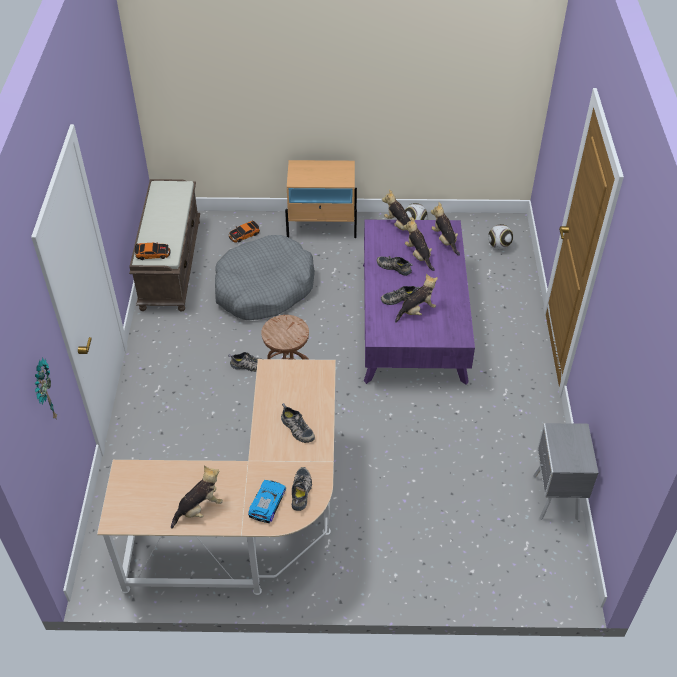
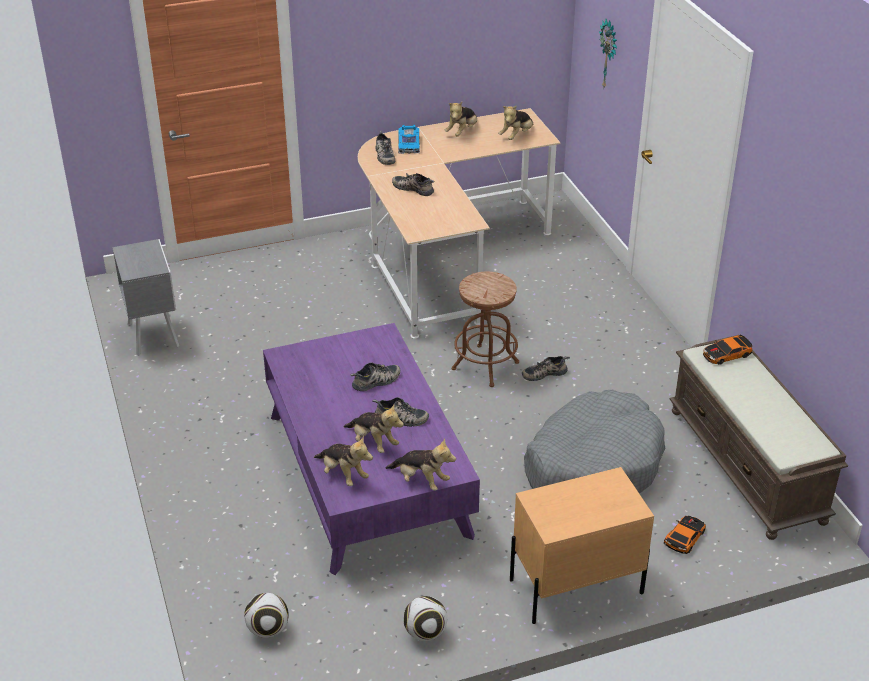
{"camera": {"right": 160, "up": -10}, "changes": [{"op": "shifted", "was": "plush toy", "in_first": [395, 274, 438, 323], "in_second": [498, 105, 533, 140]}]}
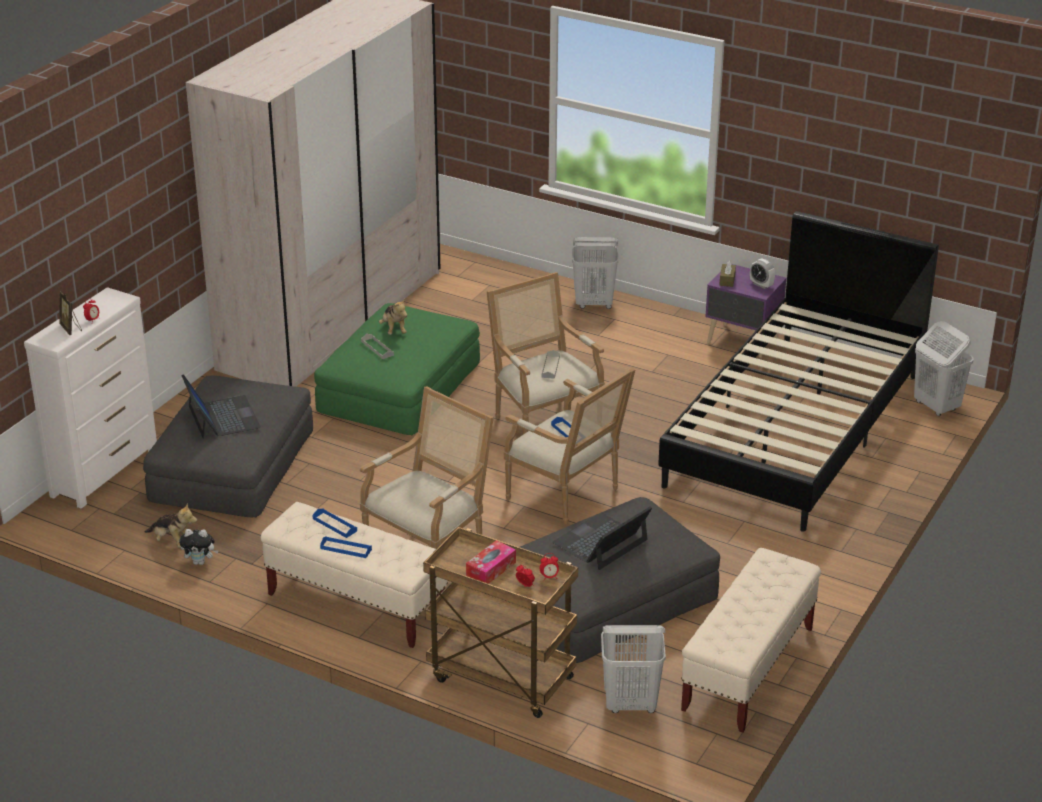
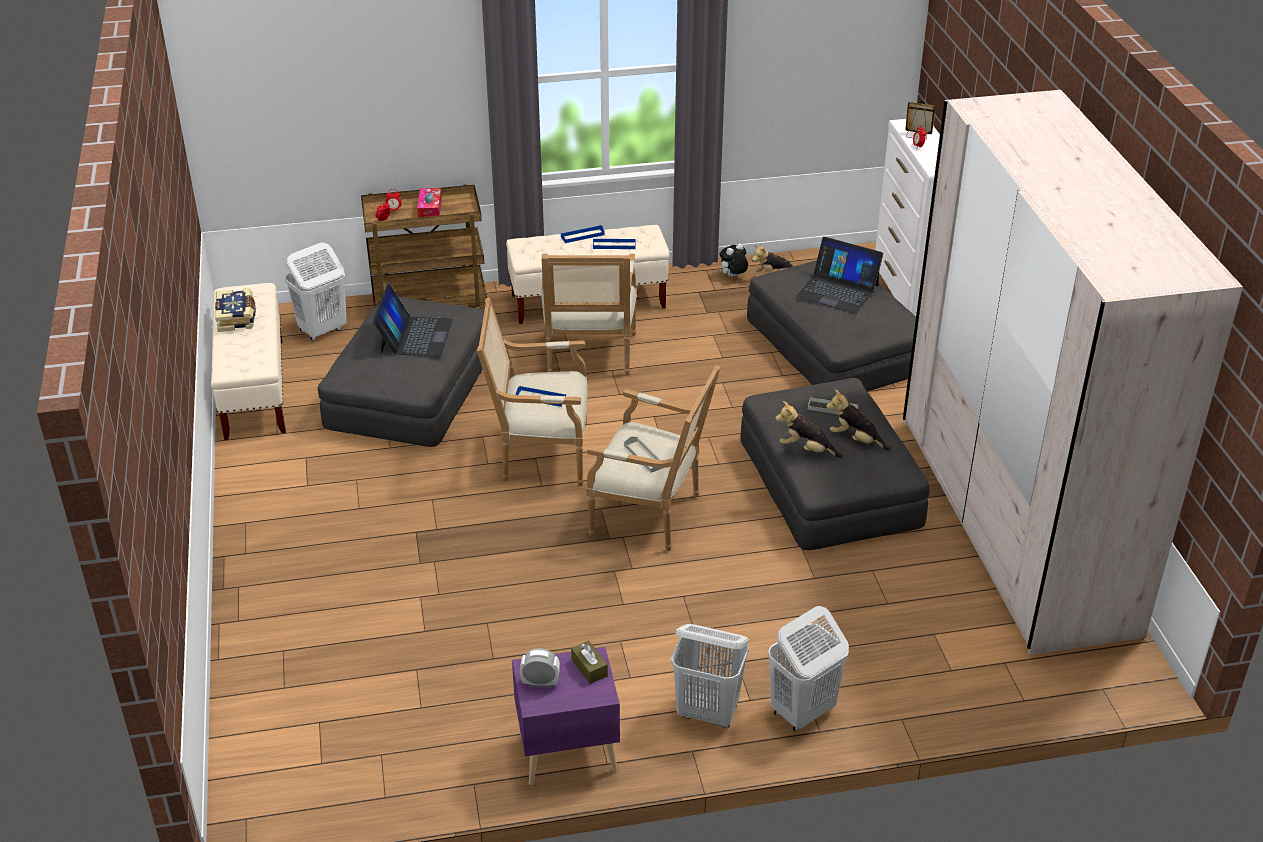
{"camera": {"right": 140, "up": 5}, "changes": [{"op": "repainted", "was": "green ottoman", "now": "grey ottoman", "in_first": [314, 303, 480, 435], "in_second": [741, 378, 929, 550]}, {"op": "gone", "was": "black bed", "in_first": [658, 211, 939, 532]}, {"op": "shifted", "was": "white laundry basket", "in_first": [914, 321, 974, 416], "in_second": [671, 624, 749, 728]}, {"op": "new", "now": "book", "in_second": [215, 288, 256, 332]}, {"op": "new", "now": "plush toy", "in_second": [775, 401, 843, 458]}]}
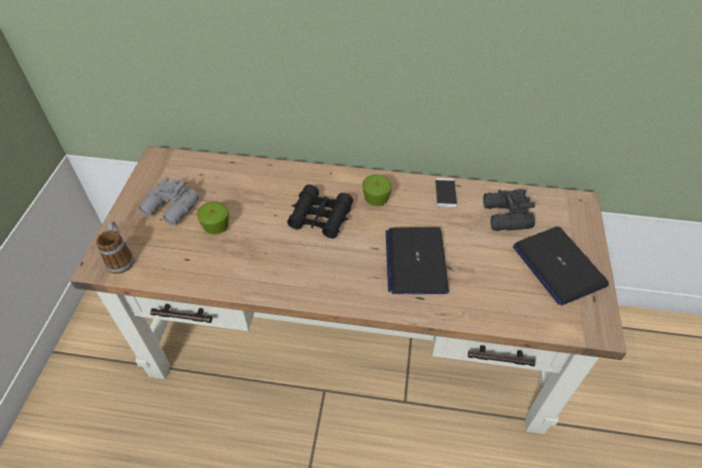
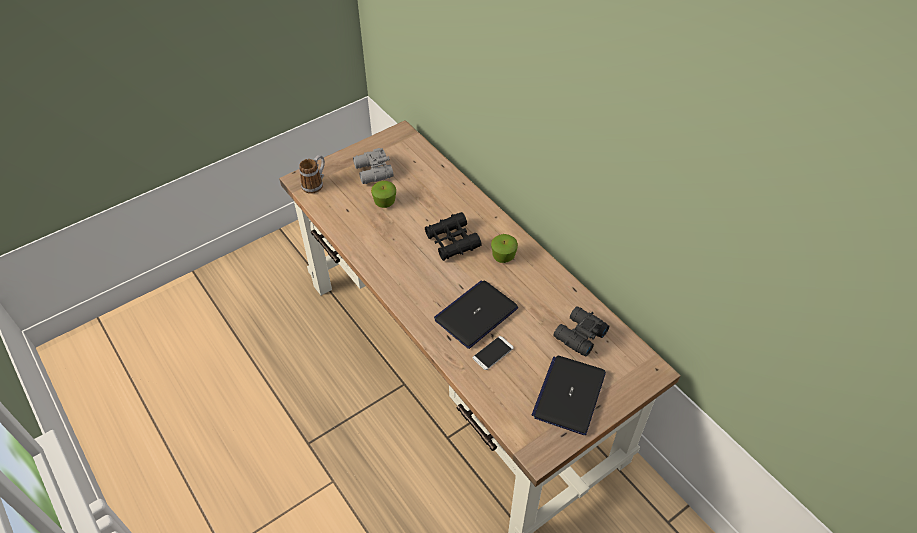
{"camera": {"right": 45, "up": 0}, "changes": [{"op": "shifted", "was": "phone", "in_first": [435, 178, 457, 207], "in_second": [473, 336, 514, 370]}]}
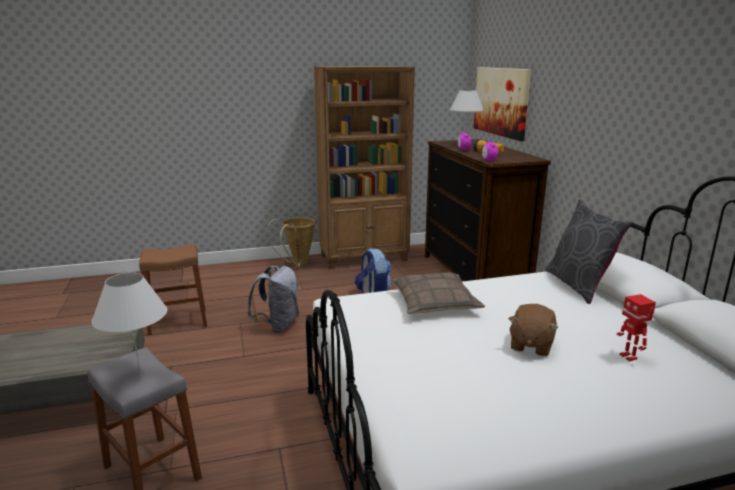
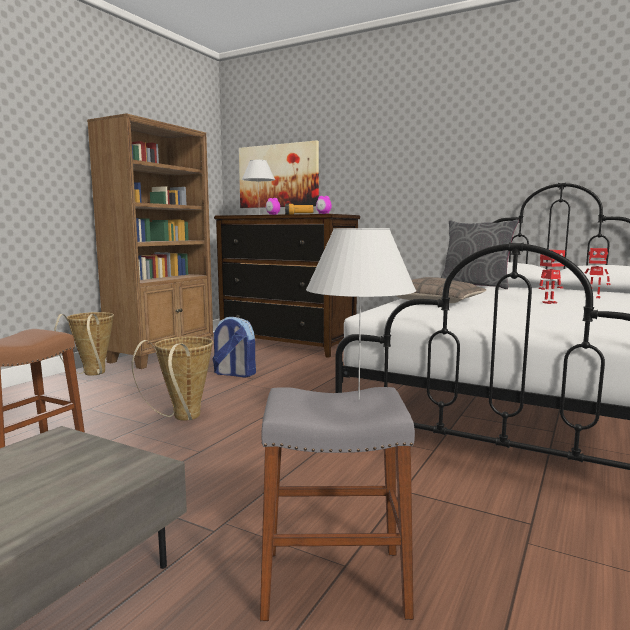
{"camera": {"right": -45, "up": -10}, "changes": [{"op": "swapped", "was": "grey backpack", "now": "basket", "in_first": [247, 266, 299, 333], "in_second": [132, 337, 213, 421]}, {"op": "swapped", "was": "brown plush toy", "now": "toy robot", "in_first": [508, 304, 558, 356], "in_second": [539, 250, 565, 304]}]}
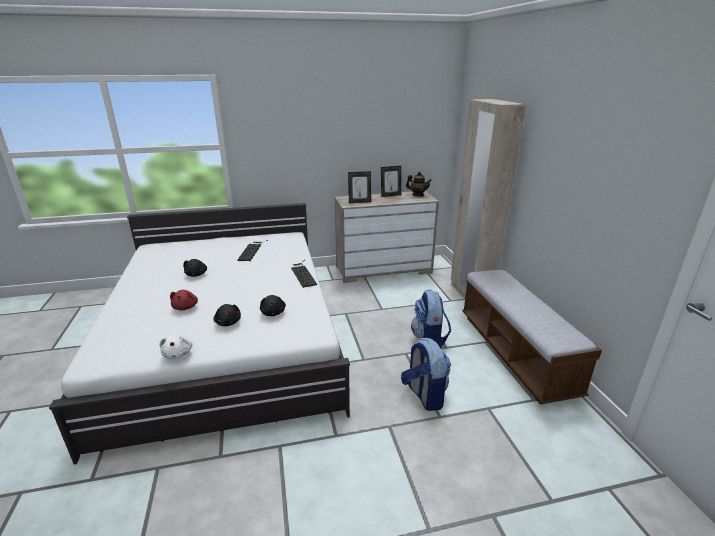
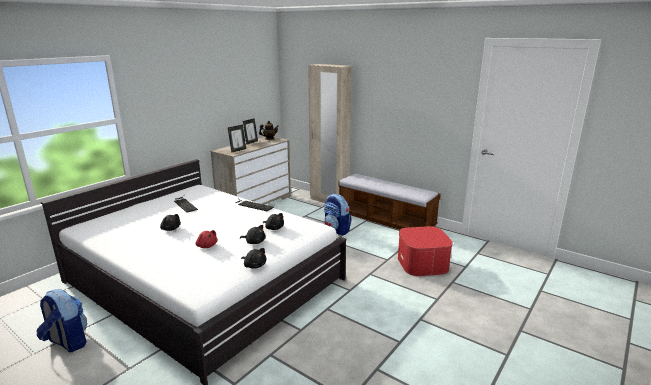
{"camera": {"right": -40, "up": -5}, "changes": [{"op": "repainted", "was": "white plush toy", "now": "black plush toy", "in_first": [160, 333, 193, 359], "in_second": [241, 248, 266, 269]}, {"op": "shifted", "was": "backpack", "in_first": [401, 338, 451, 411], "in_second": [37, 289, 87, 352]}, {"op": "new", "now": "ottoman", "in_second": [398, 226, 453, 276]}]}
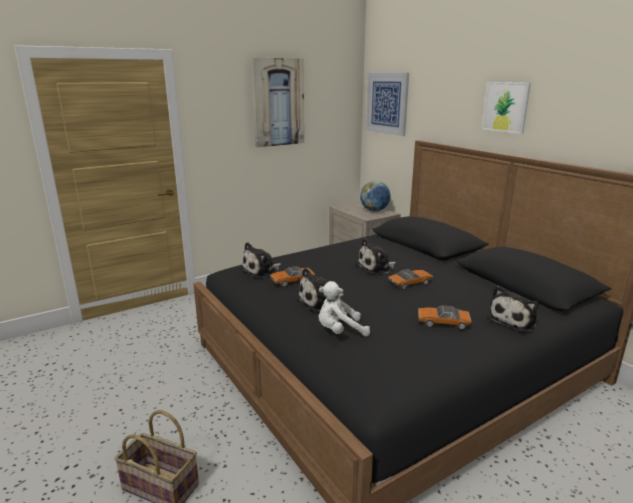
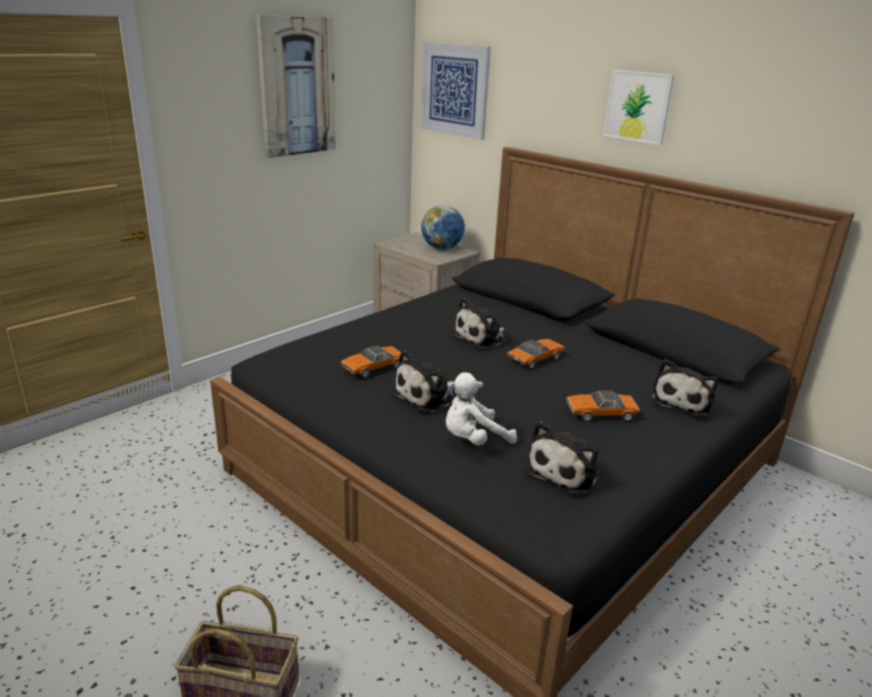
{"camera": {"right": -15, "up": 5}, "changes": [{"op": "shifted", "was": "plush toy", "in_first": [241, 242, 281, 278], "in_second": [525, 421, 599, 495]}]}
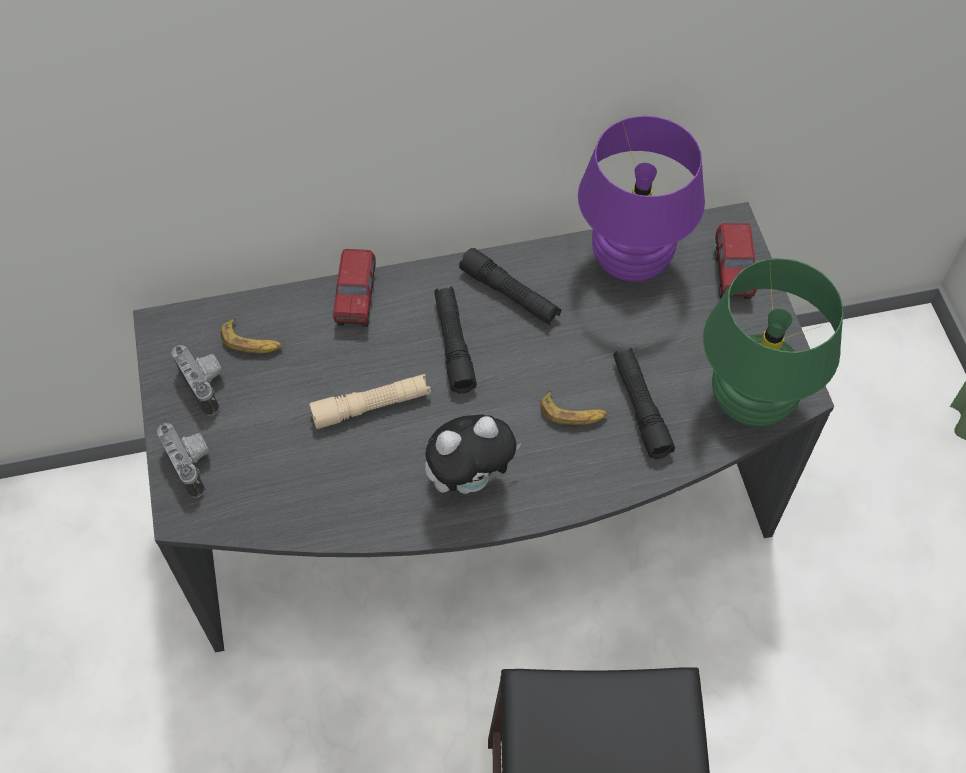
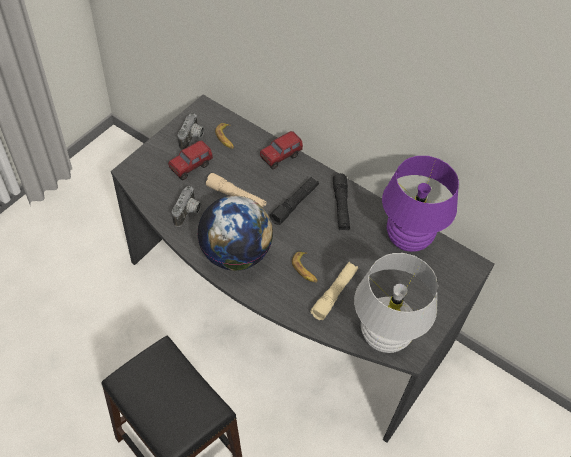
{"camera": {"right": 45, "up": -5}, "changes": [{"op": "shifted", "was": "photo camera", "in_first": [157, 423, 210, 498], "in_second": [172, 186, 201, 227]}, {"op": "swapped", "was": "plush toy", "now": "globe", "in_first": [425, 414, 522, 494], "in_second": [198, 196, 273, 271]}, {"op": "repainted", "was": "black flashlight", "now": "beige flashlight", "in_first": [613, 348, 675, 459], "in_second": [310, 262, 358, 320]}, {"op": "repainted", "was": "green table lamp", "now": "white table lamp", "in_first": [703, 258, 843, 426], "in_second": [354, 253, 438, 353]}, {"op": "shifted", "was": "toy truck", "in_first": [715, 223, 757, 299], "in_second": [168, 140, 213, 180]}]}
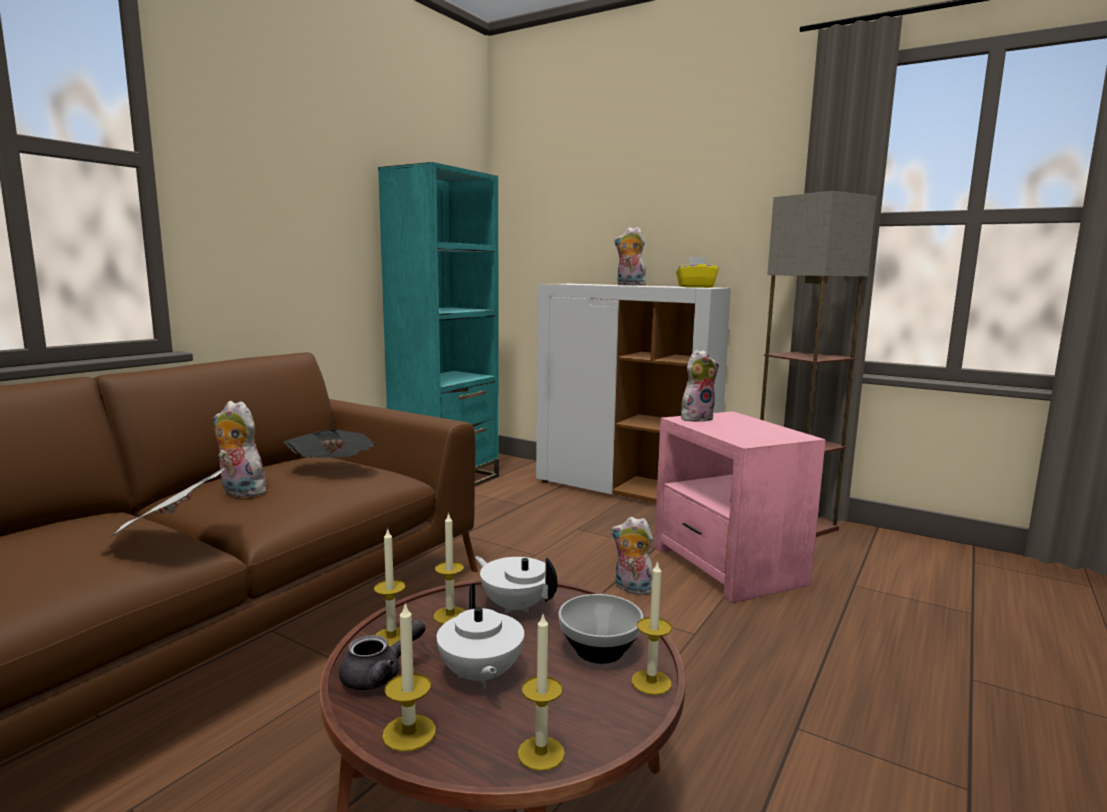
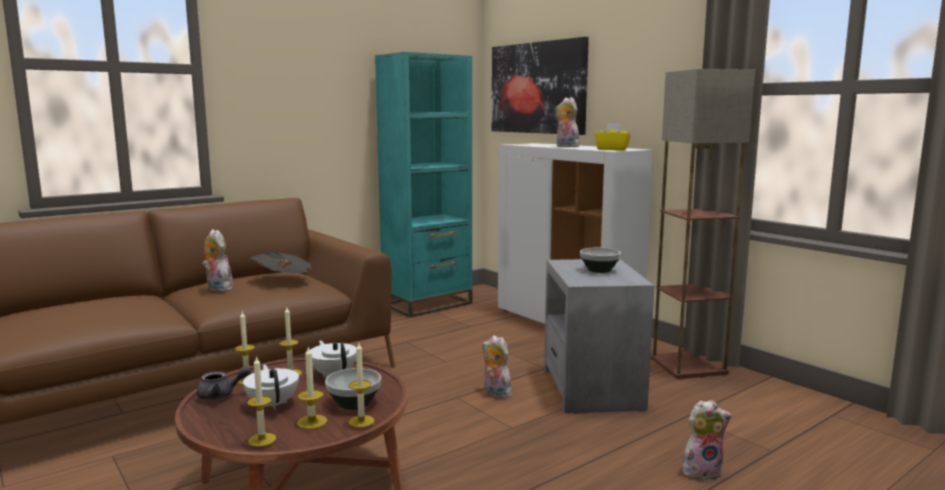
{"camera": {"right": 20, "up": 0}, "changes": [{"op": "gone", "was": "newspaper", "in_first": [99, 468, 225, 544]}, {"op": "shifted", "was": "candle", "in_first": [382, 602, 436, 752], "in_second": [297, 347, 327, 429]}, {"op": "rotated", "was": "white teapot", "in_first": [437, 584, 524, 689], "in_second": [243, 364, 299, 410], "clockwise": 150}, {"op": "repainted", "was": "pink side table", "now": "grey side table", "in_first": [654, 411, 826, 603], "in_second": [544, 259, 655, 413]}, {"op": "shifted", "was": "plush toy", "in_first": [681, 350, 719, 422], "in_second": [683, 400, 732, 481]}, {"op": "new", "now": "picture", "in_second": [492, 37, 589, 135]}, {"op": "new", "now": "bowl", "in_second": [580, 248, 621, 273]}]}
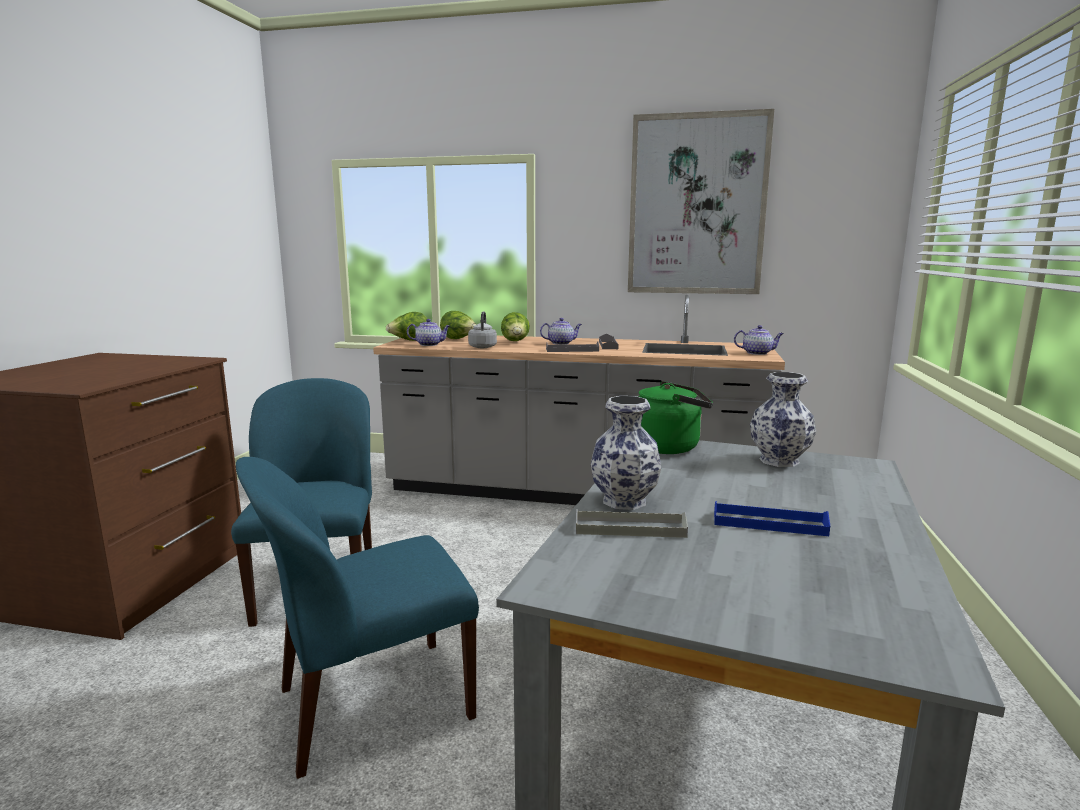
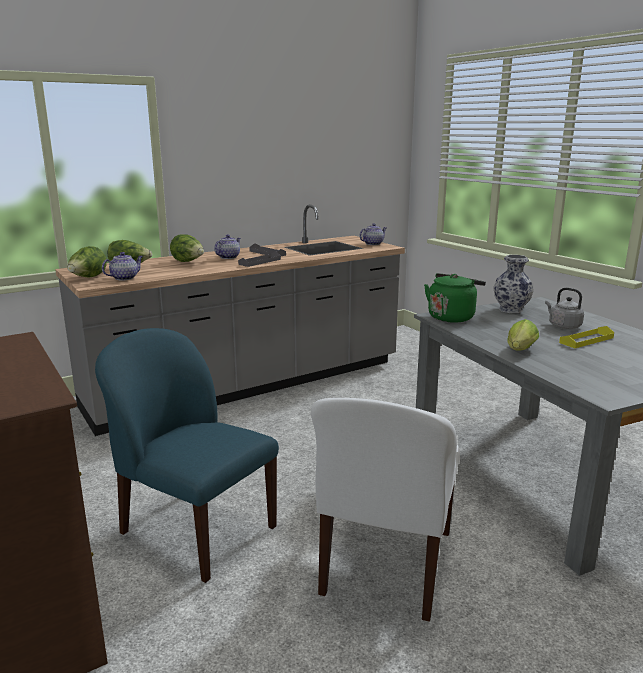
{"camera": {"right": -45, "up": 5}, "changes": [{"op": "repainted", "was": "blue chair", "now": "white chair", "in_first": [236, 457, 479, 779], "in_second": [311, 398, 460, 622]}, {"op": "shifted", "was": "grey kettle", "in_first": [468, 312, 497, 348], "in_second": [545, 288, 584, 329]}, {"op": "gone", "was": "grey tray", "in_first": [576, 509, 688, 538]}, {"op": "swapped", "was": "vase", "now": "lettuce", "in_first": [591, 396, 661, 510], "in_second": [507, 319, 539, 351]}, {"op": "gone", "was": "picture", "in_first": [628, 109, 774, 294]}, {"op": "repainted", "was": "blue tray", "now": "yellow tray", "in_first": [714, 501, 830, 536], "in_second": [559, 326, 614, 348]}]}
